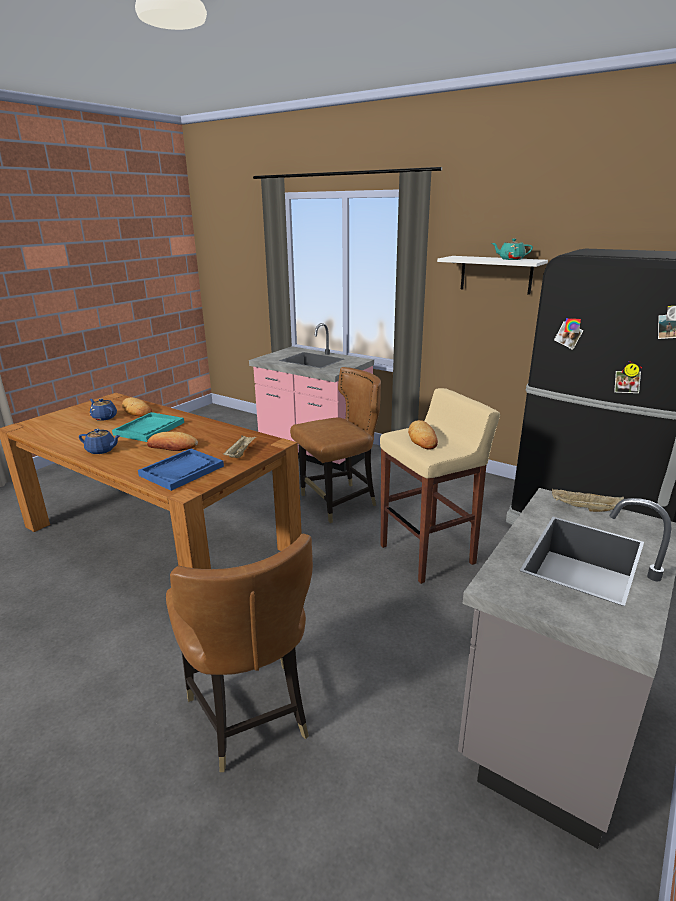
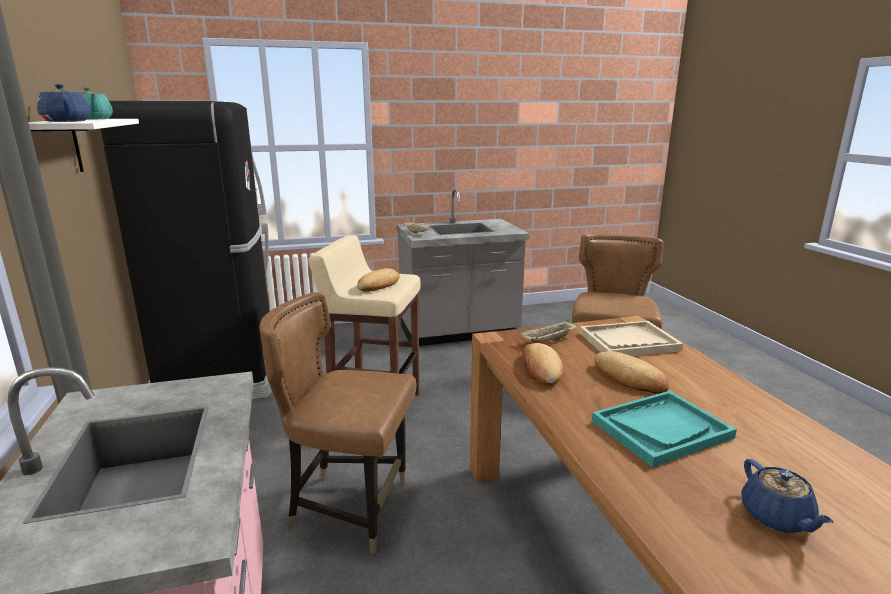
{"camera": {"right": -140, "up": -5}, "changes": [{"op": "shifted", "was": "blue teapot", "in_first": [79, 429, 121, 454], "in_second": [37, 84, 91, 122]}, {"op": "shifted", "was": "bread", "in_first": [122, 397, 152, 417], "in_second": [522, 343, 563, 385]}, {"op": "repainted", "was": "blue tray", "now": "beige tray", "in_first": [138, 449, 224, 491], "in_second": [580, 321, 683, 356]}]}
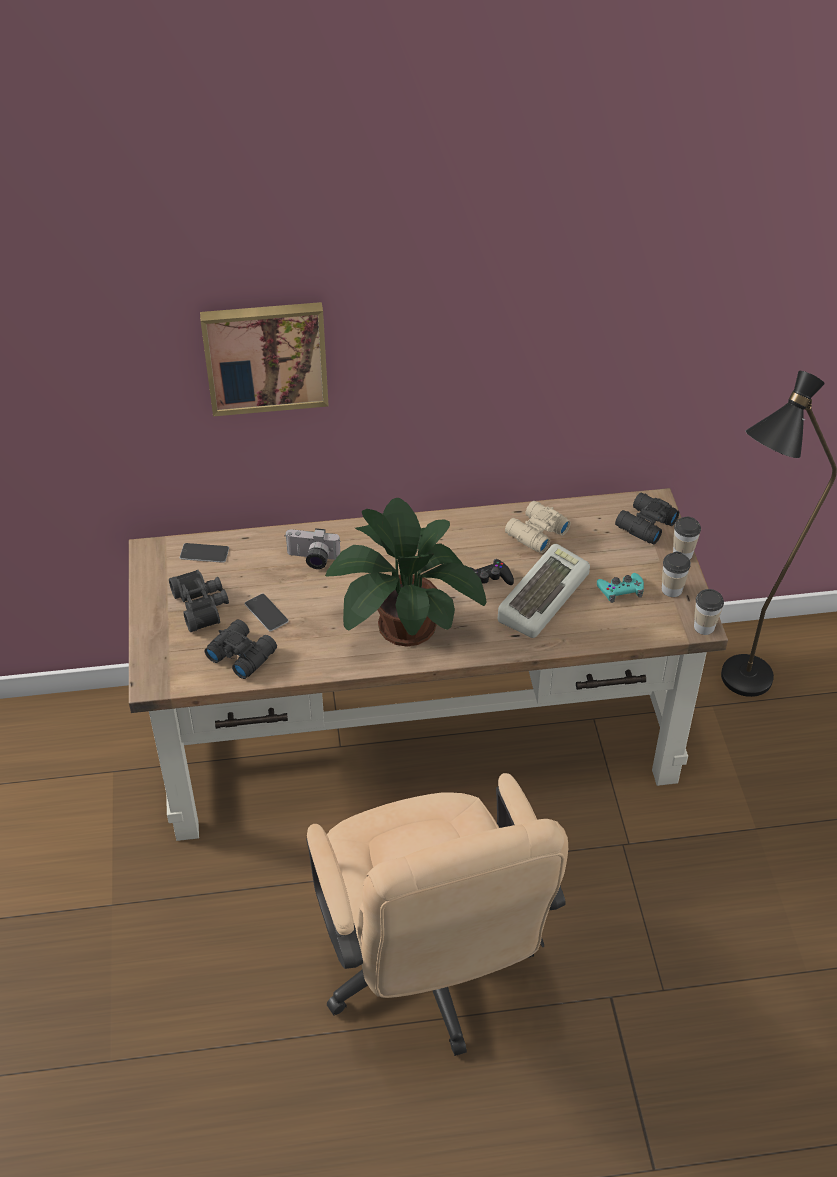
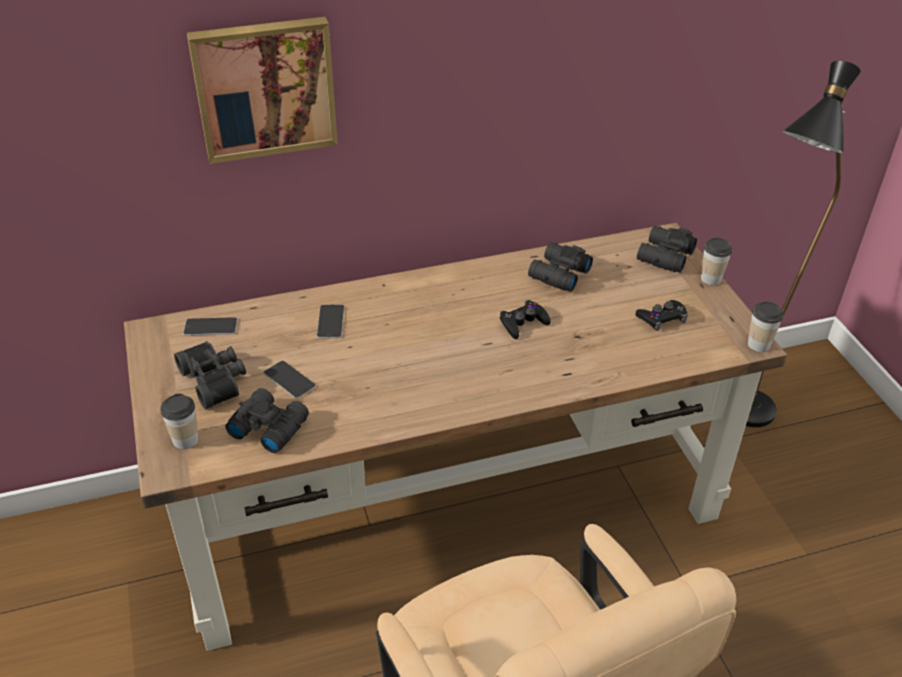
{"camera": {"right": -10, "up": -5}, "changes": [{"op": "swapped", "was": "photo camera", "now": "phone", "in_first": [285, 528, 340, 569], "in_second": [317, 305, 344, 338]}, {"op": "gone", "was": "potted plant", "in_first": [325, 498, 487, 647]}, {"op": "gone", "was": "keyboard", "in_first": [498, 544, 590, 638]}, {"op": "repainted", "was": "beige binoculars", "now": "black binoculars", "in_first": [505, 501, 571, 553], "in_second": [528, 242, 593, 292]}, {"op": "repainted", "was": "turquoise game controller", "now": "black game controller", "in_first": [597, 573, 644, 603], "in_second": [636, 300, 688, 331]}, {"op": "shifted", "was": "cup", "in_first": [662, 552, 691, 597], "in_second": [160, 393, 198, 449]}]}
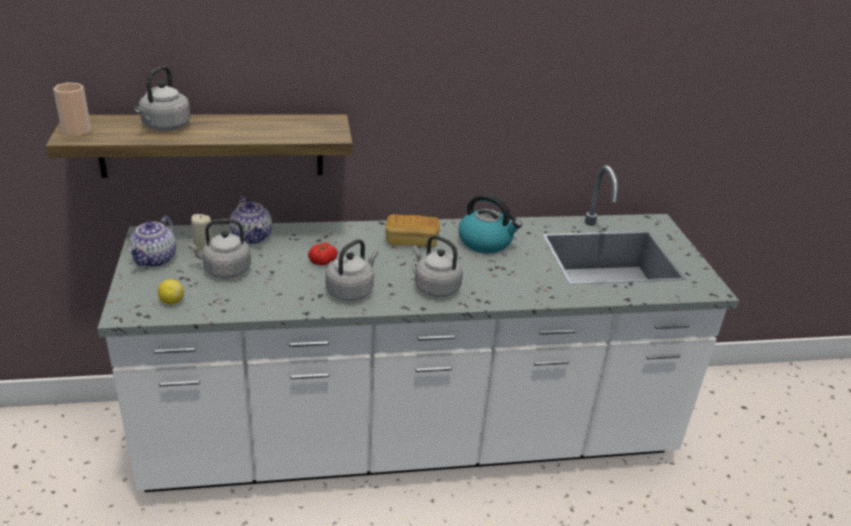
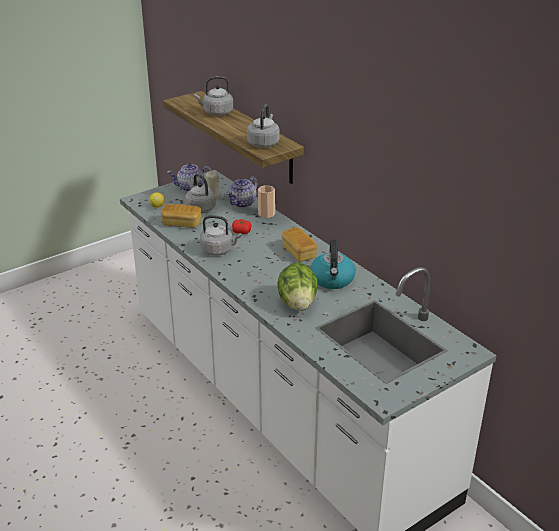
{"camera": {"right": 65, "up": 0}, "changes": [{"op": "shifted", "was": "cup", "in_first": [53, 83, 91, 136], "in_second": [258, 185, 275, 218]}, {"op": "shifted", "was": "grey kettle", "in_first": [413, 235, 463, 297], "in_second": [247, 104, 280, 148]}, {"op": "new", "now": "bread", "in_second": [161, 204, 201, 228]}, {"op": "new", "now": "lettuce", "in_second": [277, 262, 318, 311]}]}
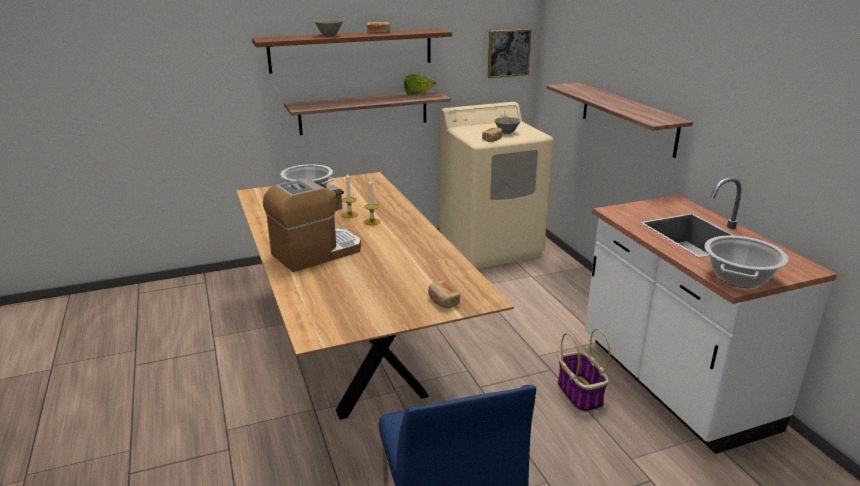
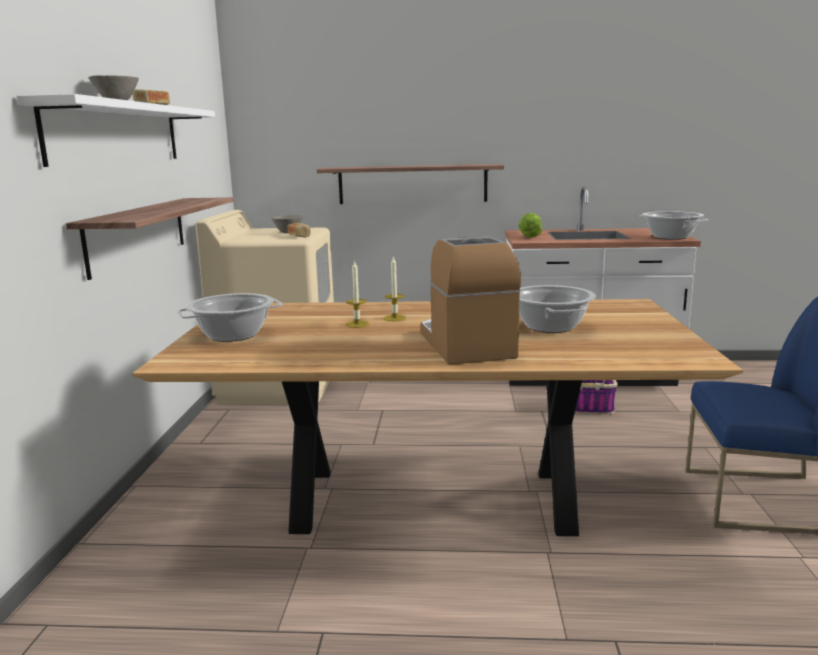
{"camera": {"right": -65, "up": -10}, "changes": [{"op": "repainted", "was": "brown shelf", "now": "white shelf", "in_first": [252, 28, 452, 74], "in_second": [16, 94, 215, 167]}, {"op": "shifted", "was": "lettuce", "in_first": [404, 74, 436, 95], "in_second": [519, 213, 542, 238]}, {"op": "gone", "was": "bread", "in_first": [428, 281, 460, 309]}, {"op": "gone", "was": "picture", "in_first": [488, 29, 532, 78]}, {"op": "new", "now": "cooking pot", "in_second": [519, 285, 596, 333]}]}
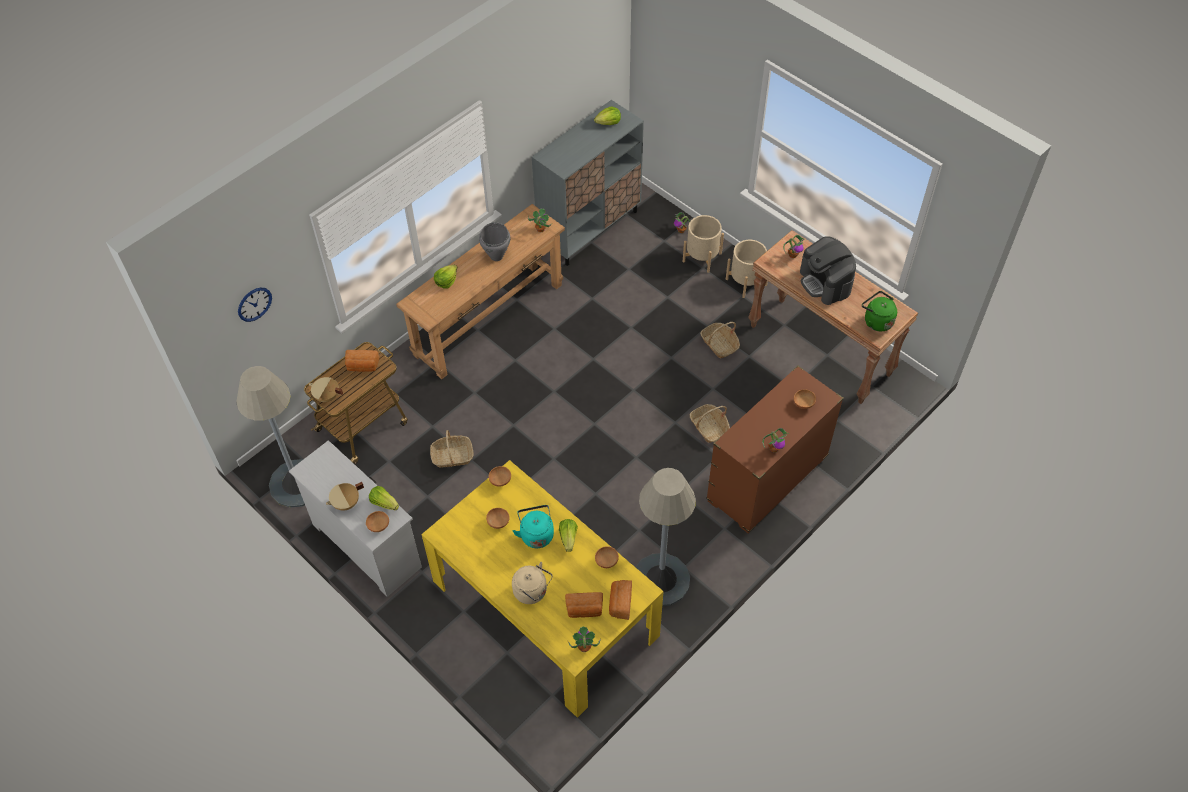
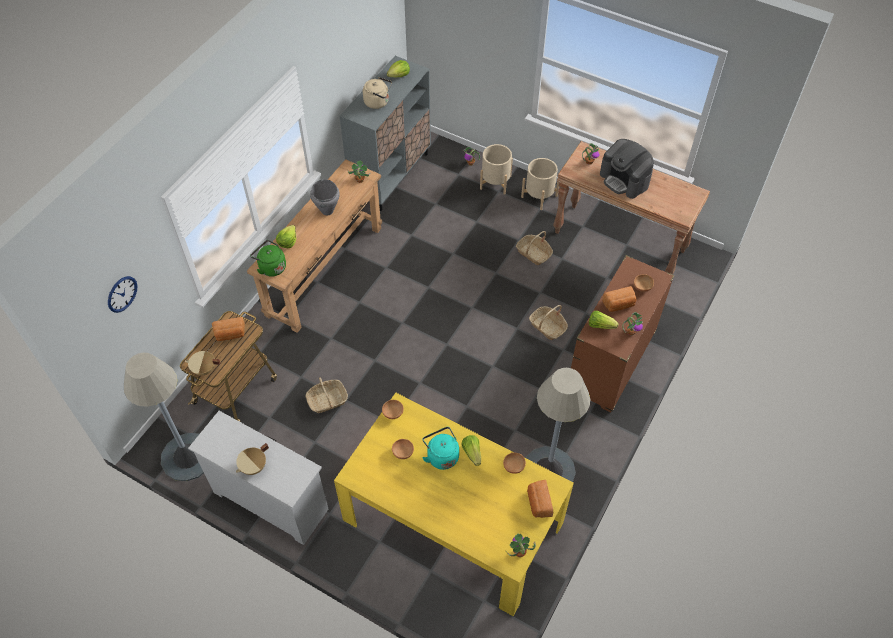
{"camera": {"right": -15, "up": 0}, "changes": [{"op": "gone", "was": "brown bowl", "in_first": [366, 511, 389, 532]}, {"op": "shifted", "was": "lettuce", "in_first": [369, 486, 399, 510], "in_second": [589, 311, 618, 329]}, {"op": "shifted", "was": "beige kettle", "in_first": [512, 562, 553, 604], "in_second": [363, 77, 392, 109]}, {"op": "shifted", "was": "bread", "in_first": [565, 592, 603, 618], "in_second": [602, 286, 637, 312]}, {"op": "shifted", "was": "green kettle", "in_first": [862, 291, 897, 331], "in_second": [250, 240, 286, 277]}]}
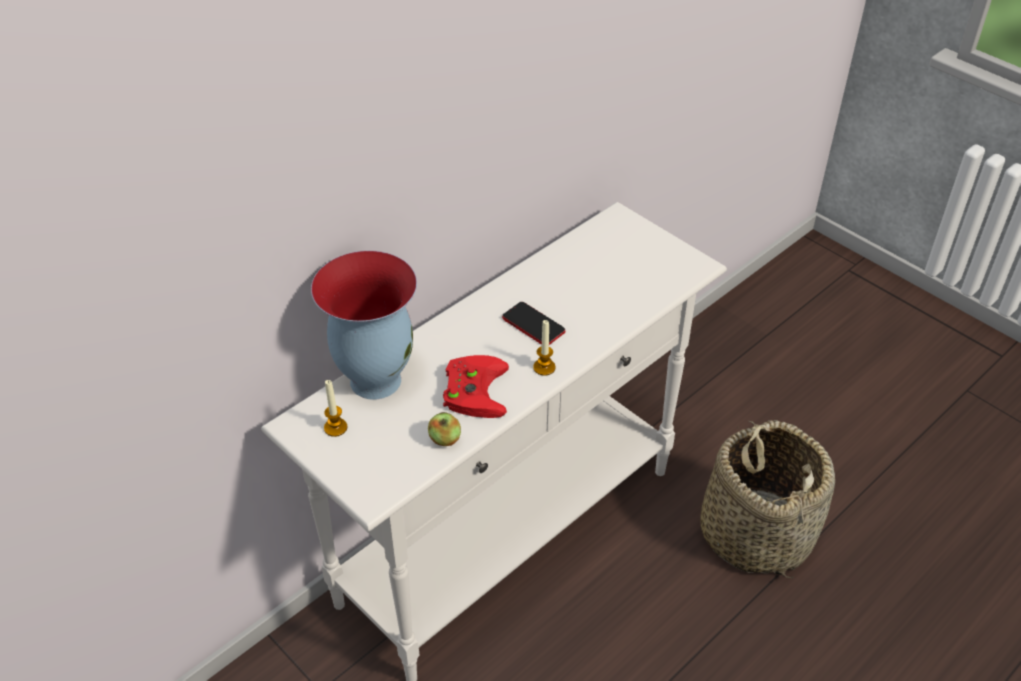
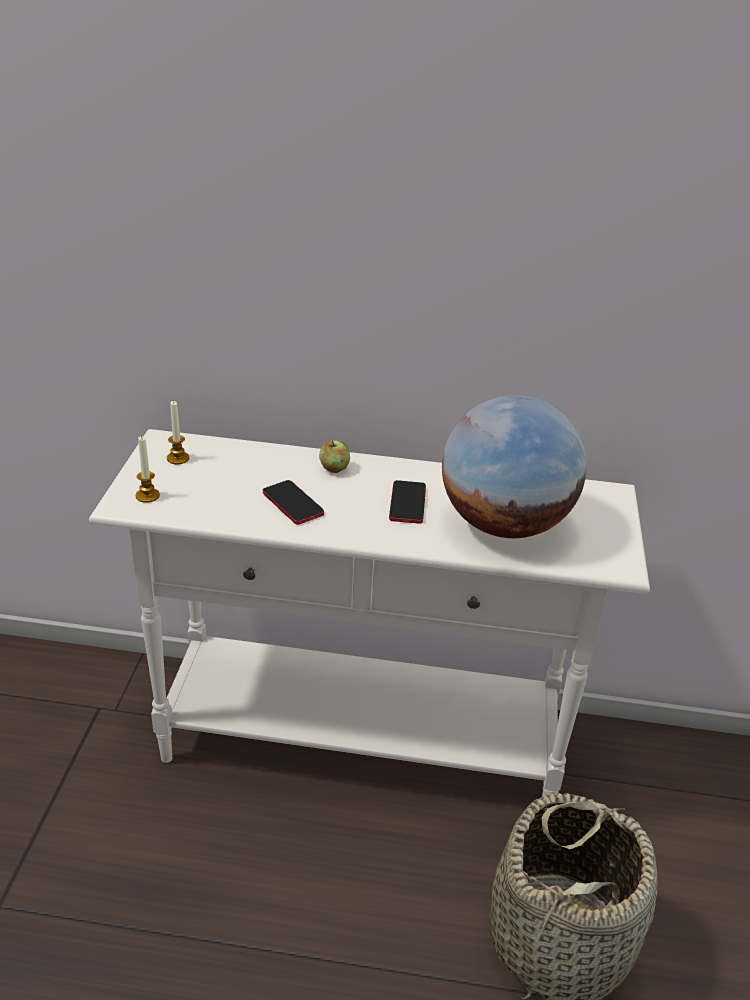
{"camera": {"right": 50, "up": -10}, "changes": [{"op": "gone", "was": "vase", "in_first": [311, 251, 417, 400]}, {"op": "shifted", "was": "apple", "in_first": [428, 412, 461, 446], "in_second": [319, 440, 350, 473]}, {"op": "swapped", "was": "red game controller", "now": "phone", "in_first": [443, 355, 509, 418], "in_second": [263, 480, 324, 525]}, {"op": "shifted", "was": "candle", "in_first": [533, 320, 556, 376], "in_second": [136, 436, 160, 503]}, {"op": "new", "now": "globe", "in_second": [442, 395, 586, 538]}]}
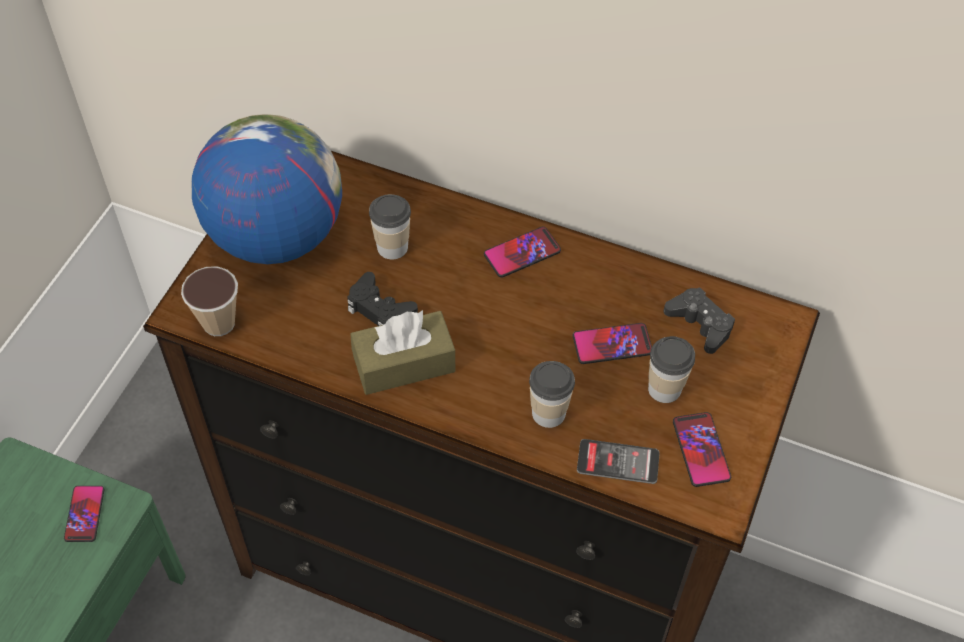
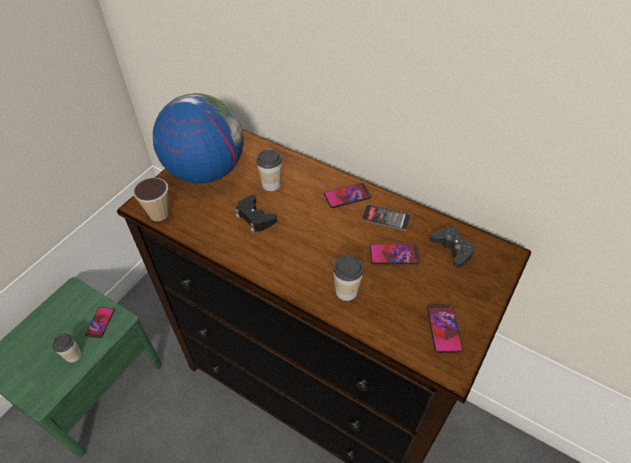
{"camera": {"right": 10, "up": -5}, "changes": [{"op": "gone", "was": "brown tissue box", "in_first": [350, 310, 455, 395]}, {"op": "shifted", "was": "phone", "in_first": [577, 439, 660, 484], "in_second": [362, 205, 410, 231]}, {"op": "shifted", "was": "cup", "in_first": [648, 336, 695, 403], "in_second": [52, 333, 81, 363]}]}
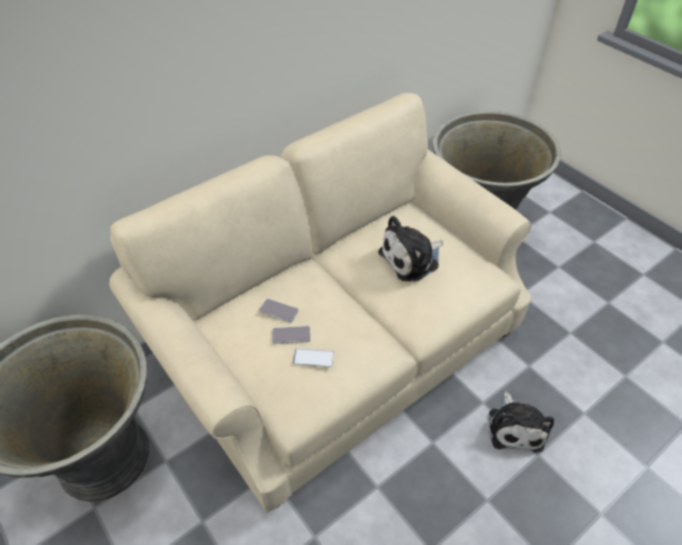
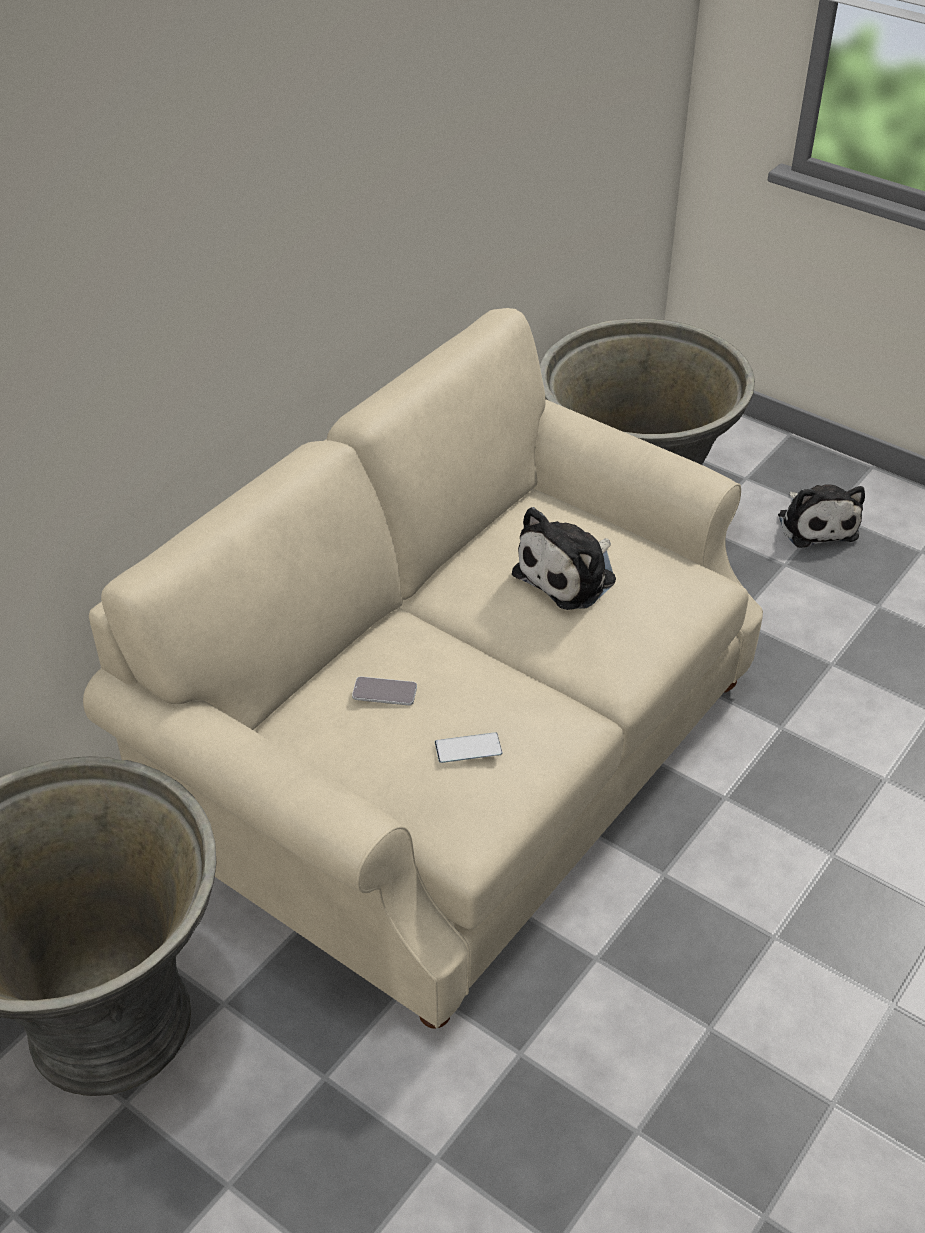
{"camera": {"right": -15, "up": -5}, "changes": [{"op": "gone", "was": "phone", "in_first": [272, 326, 311, 344]}, {"op": "shifted", "was": "plush toy", "in_first": [488, 391, 554, 453], "in_second": [778, 484, 865, 548]}]}
